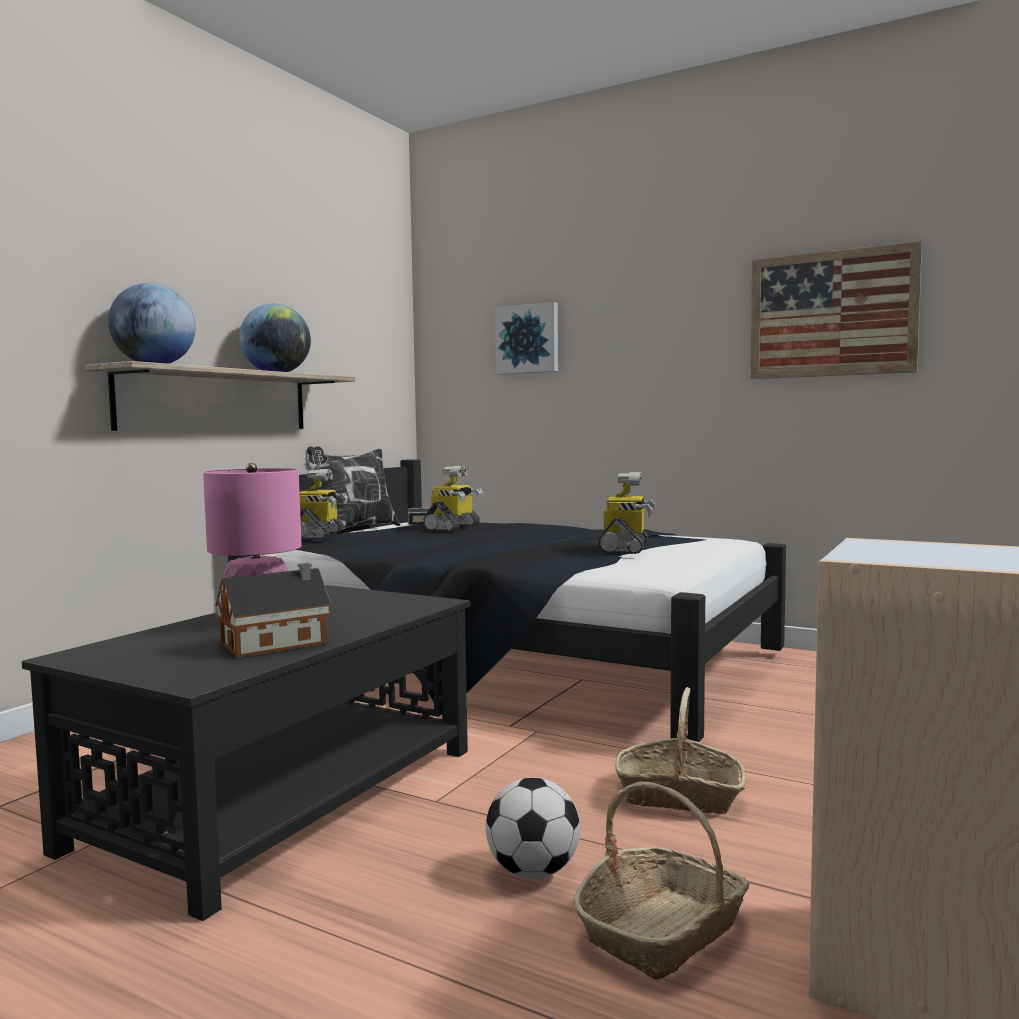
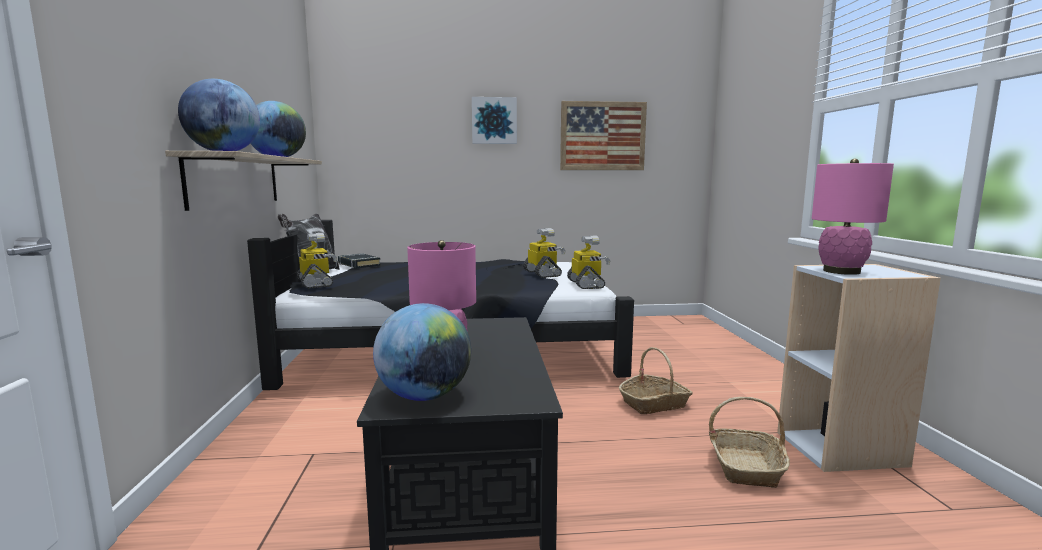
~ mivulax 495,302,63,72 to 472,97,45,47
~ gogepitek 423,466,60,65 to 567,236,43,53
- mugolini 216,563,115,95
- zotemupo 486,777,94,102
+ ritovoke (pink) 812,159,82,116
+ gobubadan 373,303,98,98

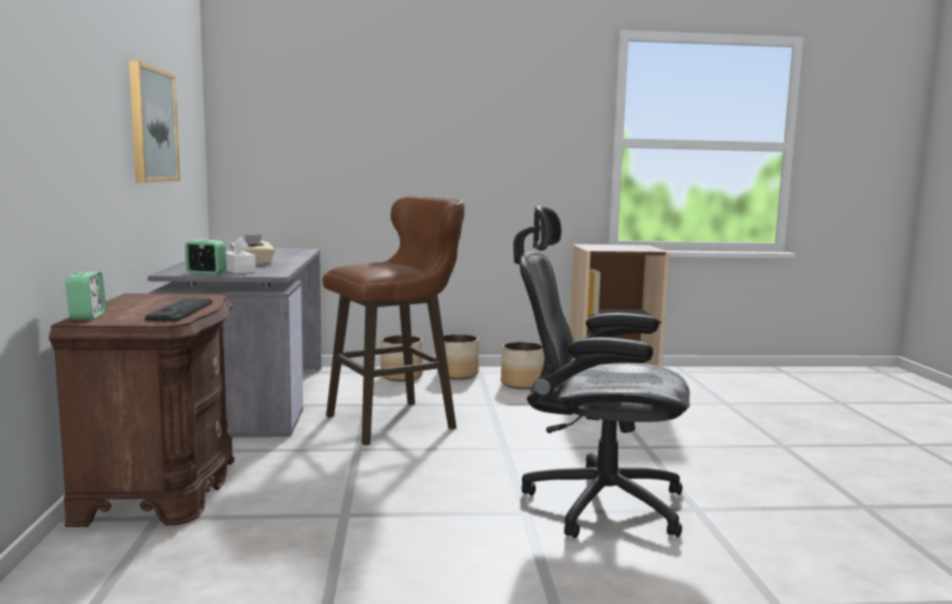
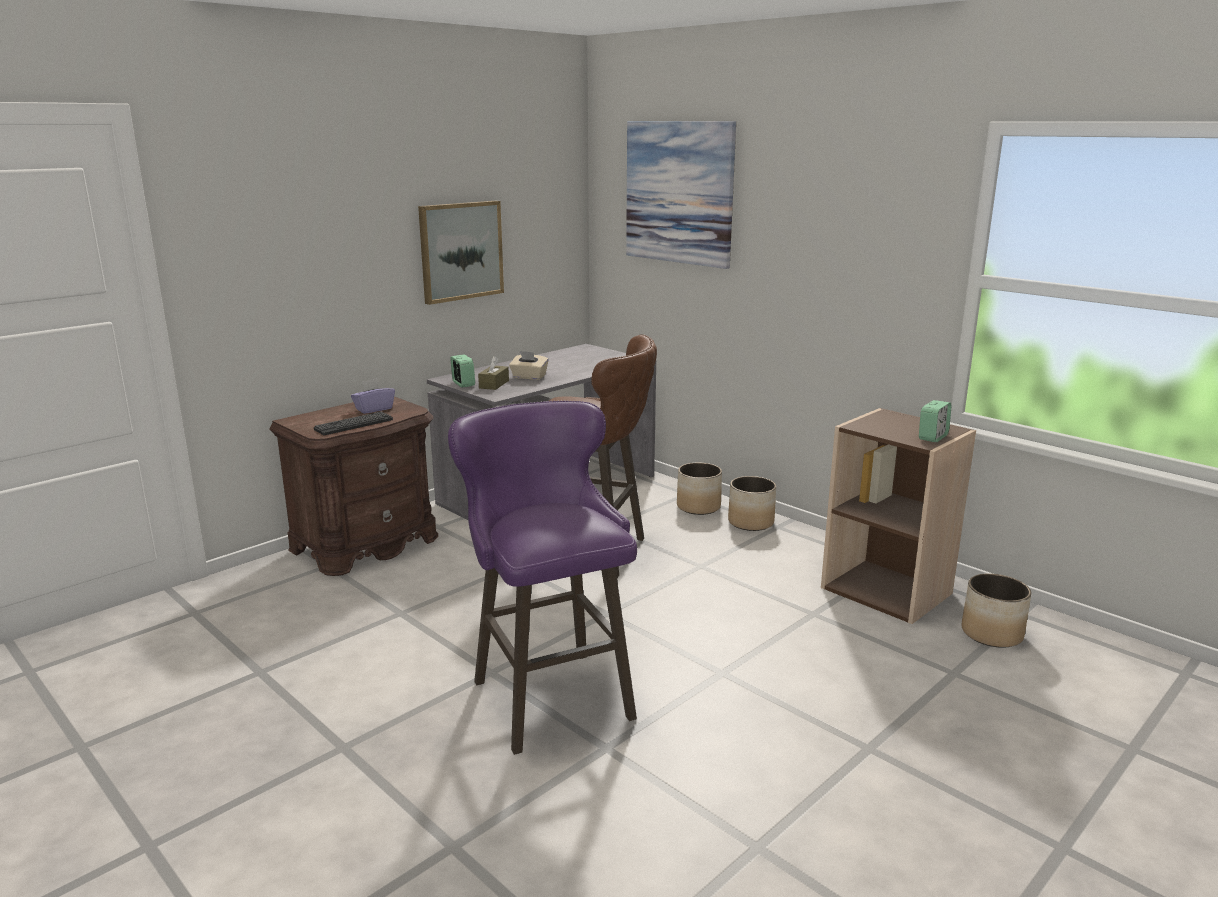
~ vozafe 513,206,177,332 to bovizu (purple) 448,400,189,355
~ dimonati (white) 226,237,30,37 to dimonati (brown) 478,356,31,34
~ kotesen 65,272,41,48 to 919,400,32,42
~ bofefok 501,342,43,47 to 962,573,69,75
+ mivulax 626,121,110,148
+ dimonati (purple) 351,379,44,35

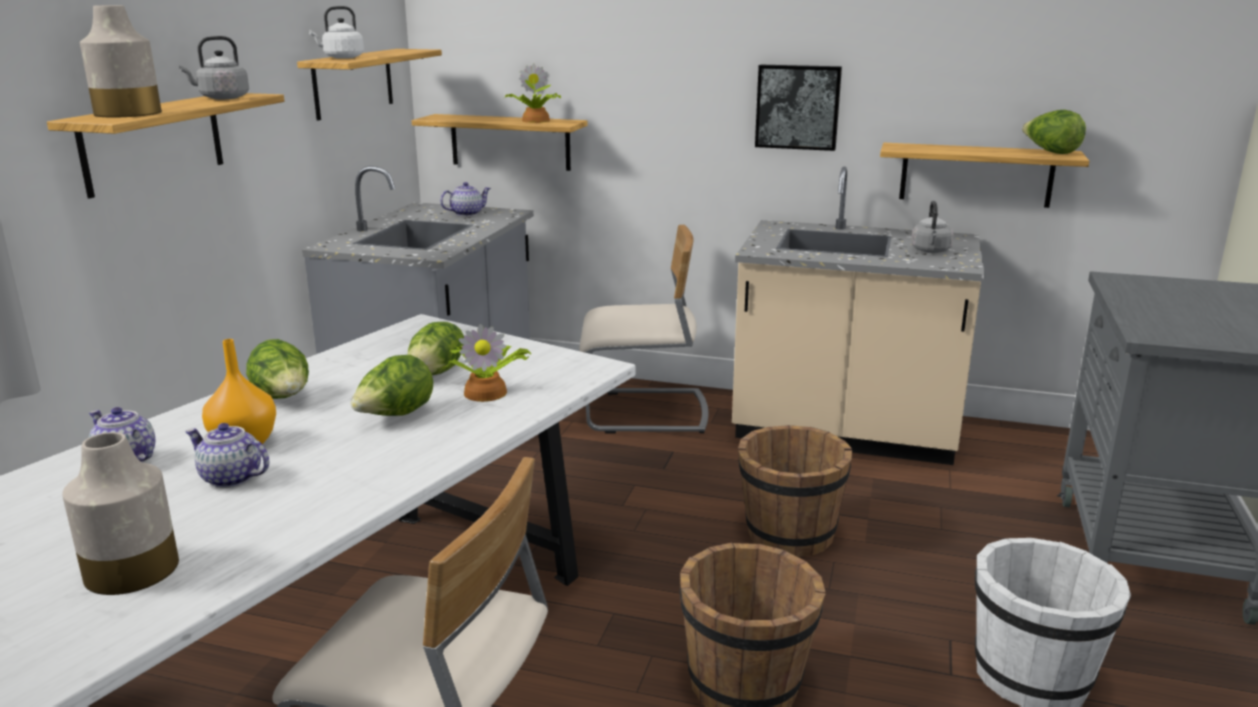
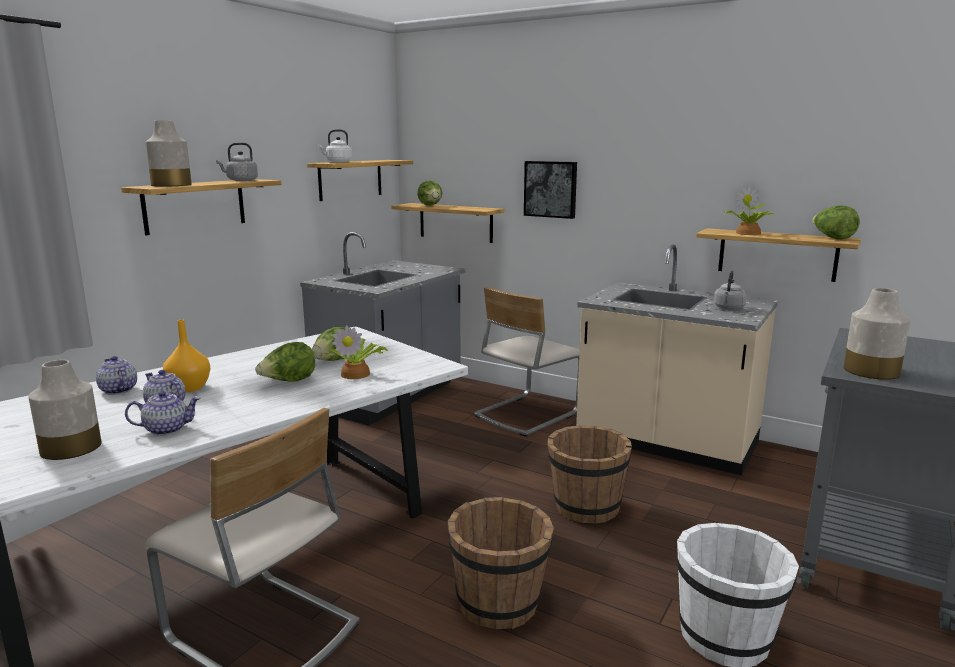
~ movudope 504,63,57,60 to 724,186,49,49
~ mivulax 755,65,87,86 to 524,161,53,58
~ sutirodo 440,182,51,34 to 125,391,75,44
~ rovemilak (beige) 579,225,130,208 = 474,287,106,150 120 degrees clockwise
~ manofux 246,339,63,60 to 417,181,25,25
+ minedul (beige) 843,288,67,92

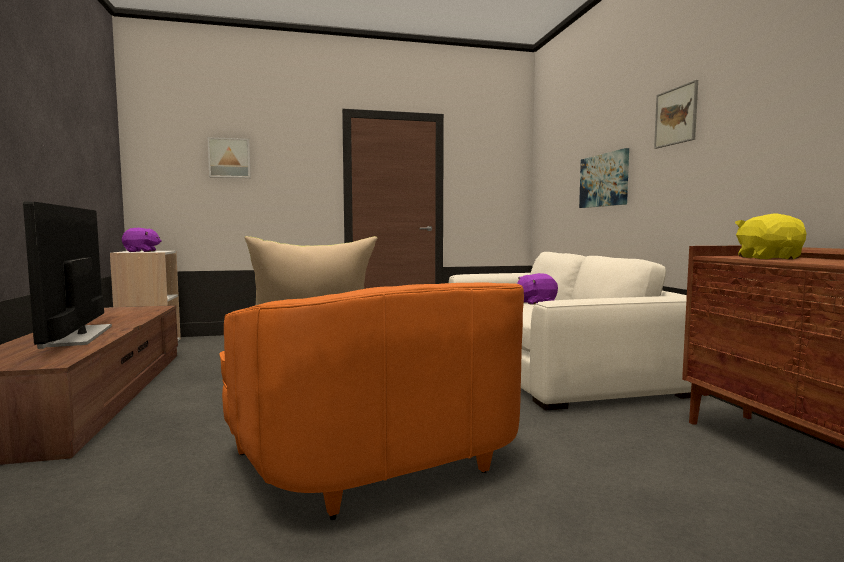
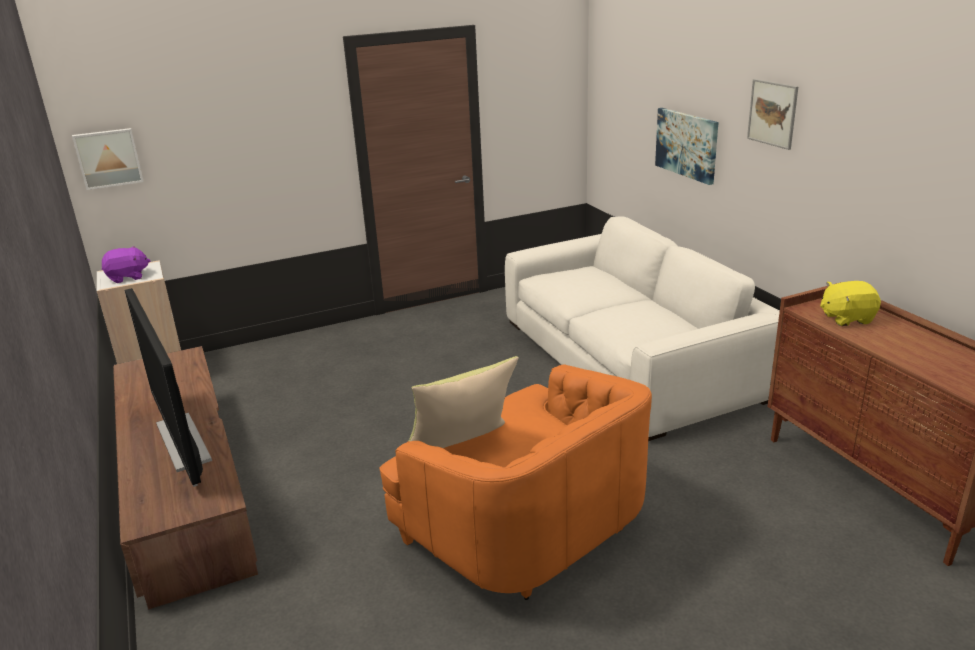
~ mivulax 208,137,43,41 to 72,128,72,62
~ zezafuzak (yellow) 735,214,72,45 = 820,281,61,45 90 degrees counterclockwise
- zezafuzak (purple) 517,273,41,32

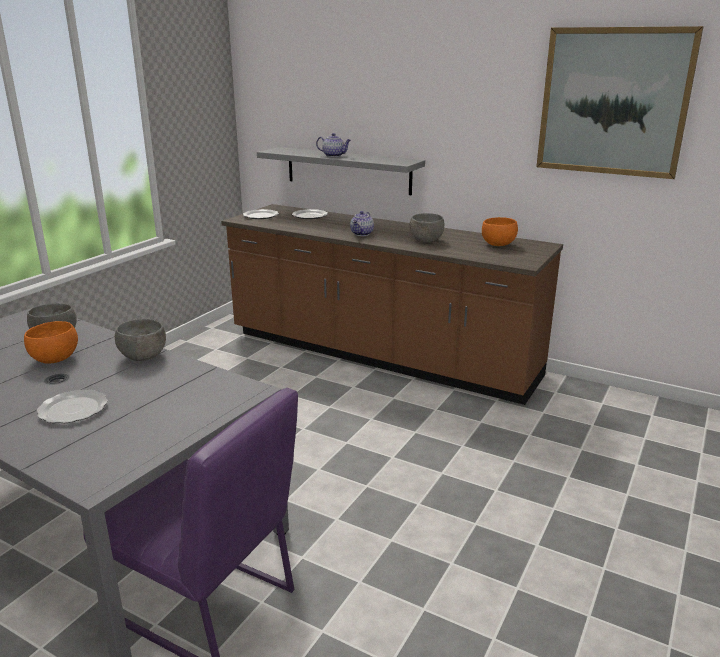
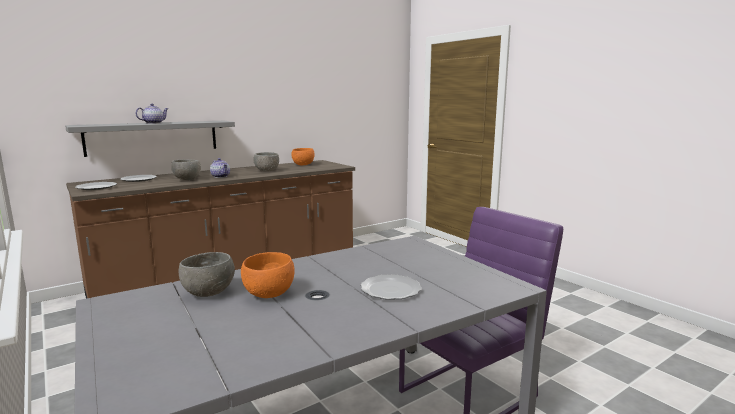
- mivulax 536,26,168,153
~ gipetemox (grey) 115,319,51,42 to 171,160,30,20

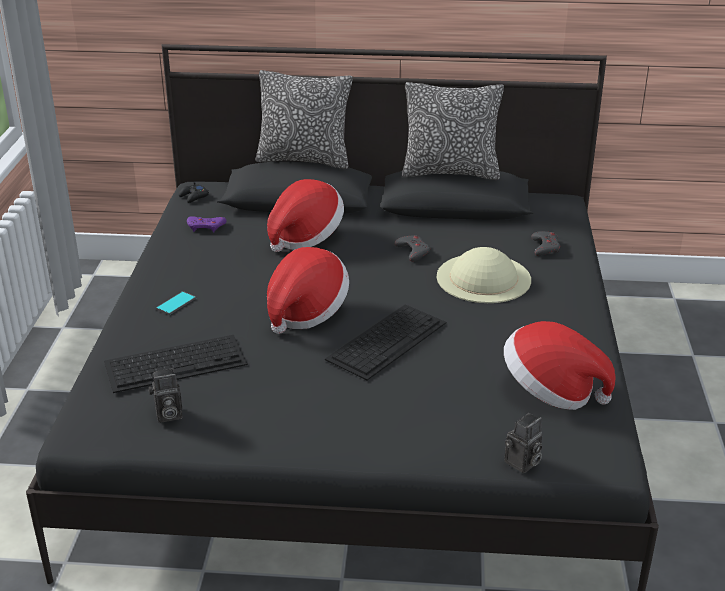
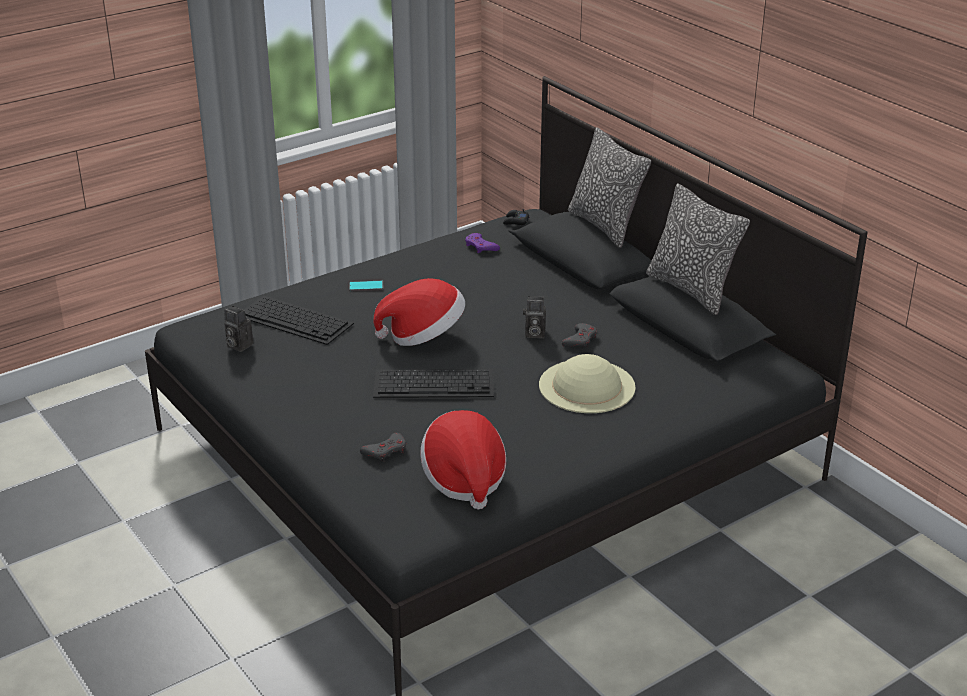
- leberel 267,179,77,73
~ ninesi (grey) 531,231,29,25 to 360,433,46,29
~ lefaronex 504,413,38,60 to 523,296,23,42

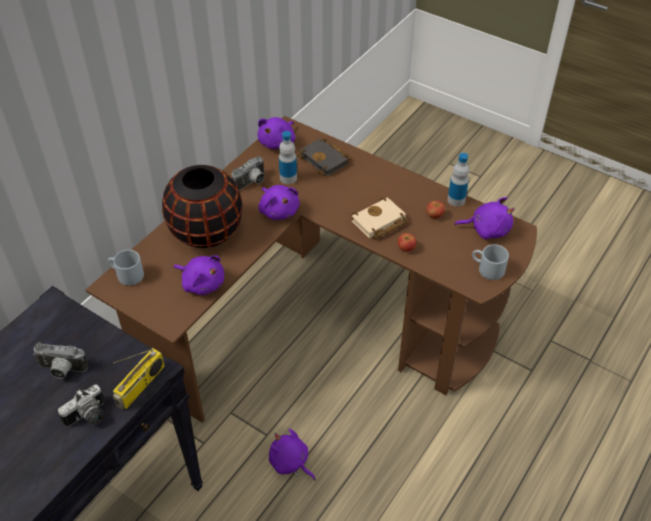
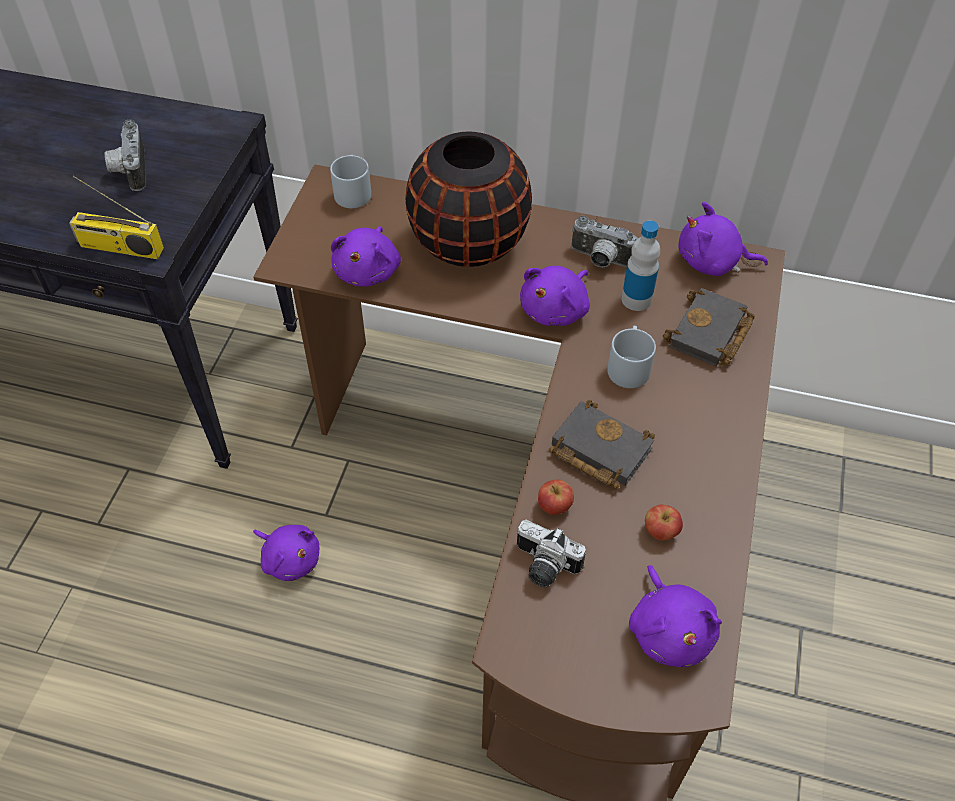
- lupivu 447,153,22,54
~ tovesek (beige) 350,197,58,42 to tovesek (black) 550,400,105,89
~ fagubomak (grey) 472,244,37,36 to 607,326,49,62
~ lefaronex 58,385,46,42 to 517,520,69,67
~ zezafuzak (purple) 269,429,46,51 = 253,525,66,56 105 degrees clockwise

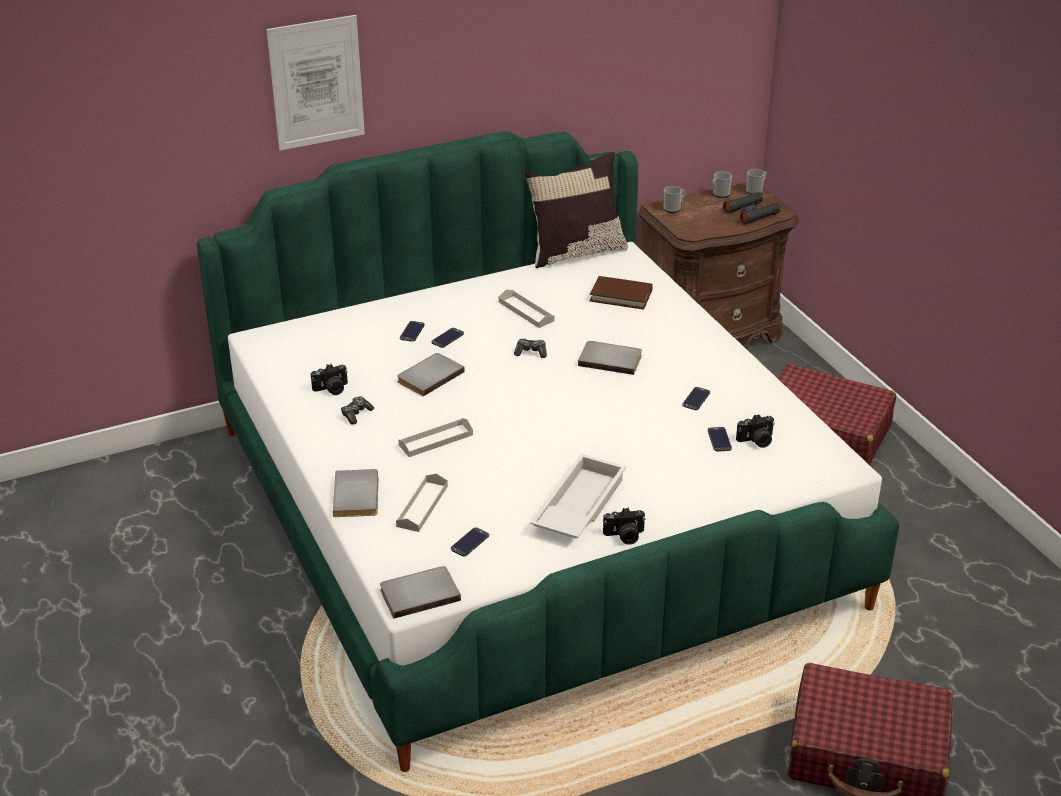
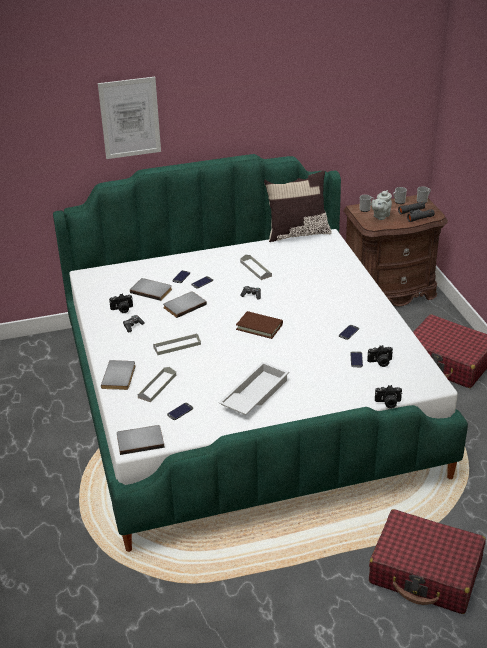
~ tovesek (brown) 590,276,63,34 to 236,311,47,28
~ tovesek (grey) 578,341,64,34 to 130,278,42,23
~ lefaronex 603,507,43,38 to 375,385,27,24
+ sutirodo (grey) 371,190,21,30

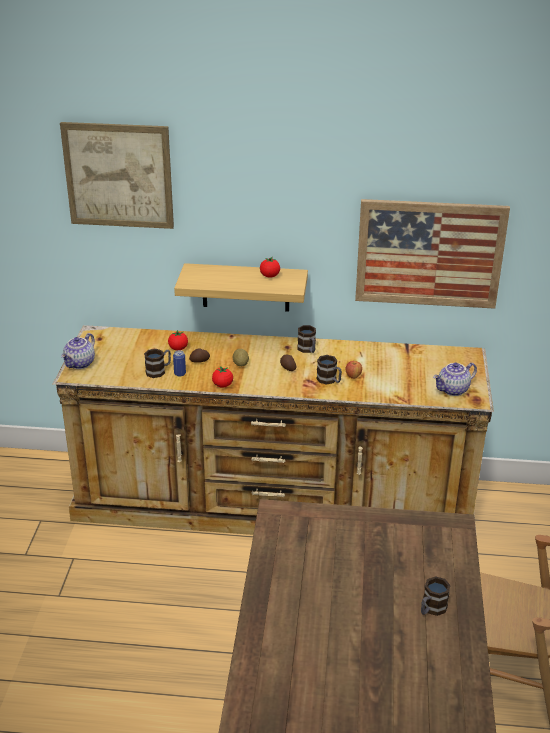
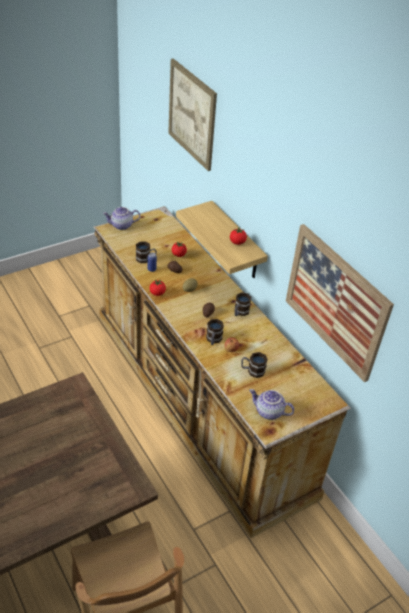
~ fagubomak 421,576,30,40 to 241,352,27,26

